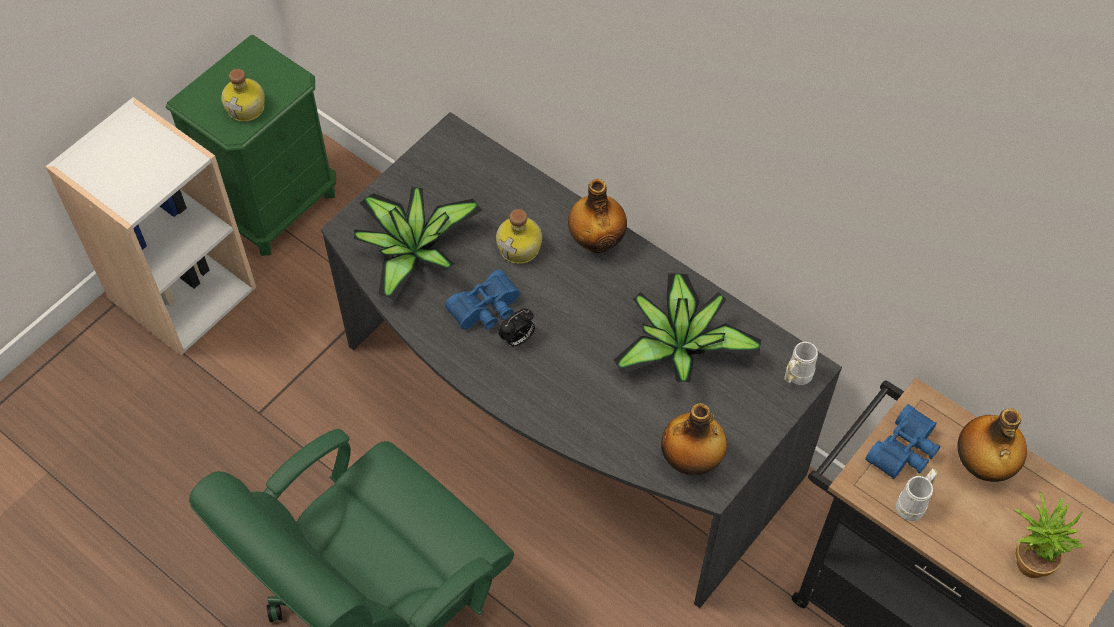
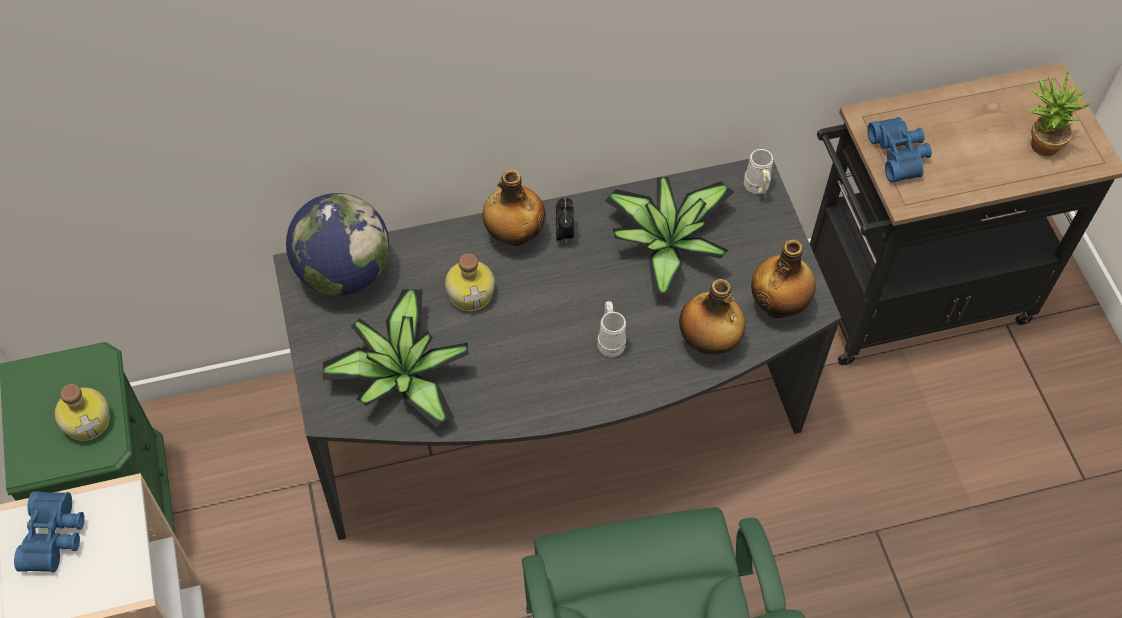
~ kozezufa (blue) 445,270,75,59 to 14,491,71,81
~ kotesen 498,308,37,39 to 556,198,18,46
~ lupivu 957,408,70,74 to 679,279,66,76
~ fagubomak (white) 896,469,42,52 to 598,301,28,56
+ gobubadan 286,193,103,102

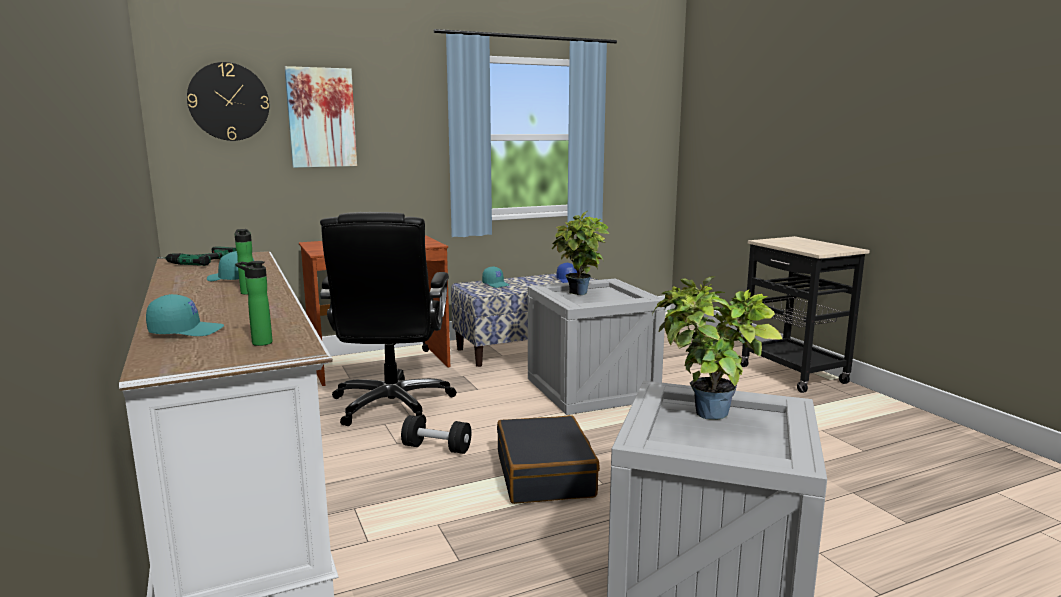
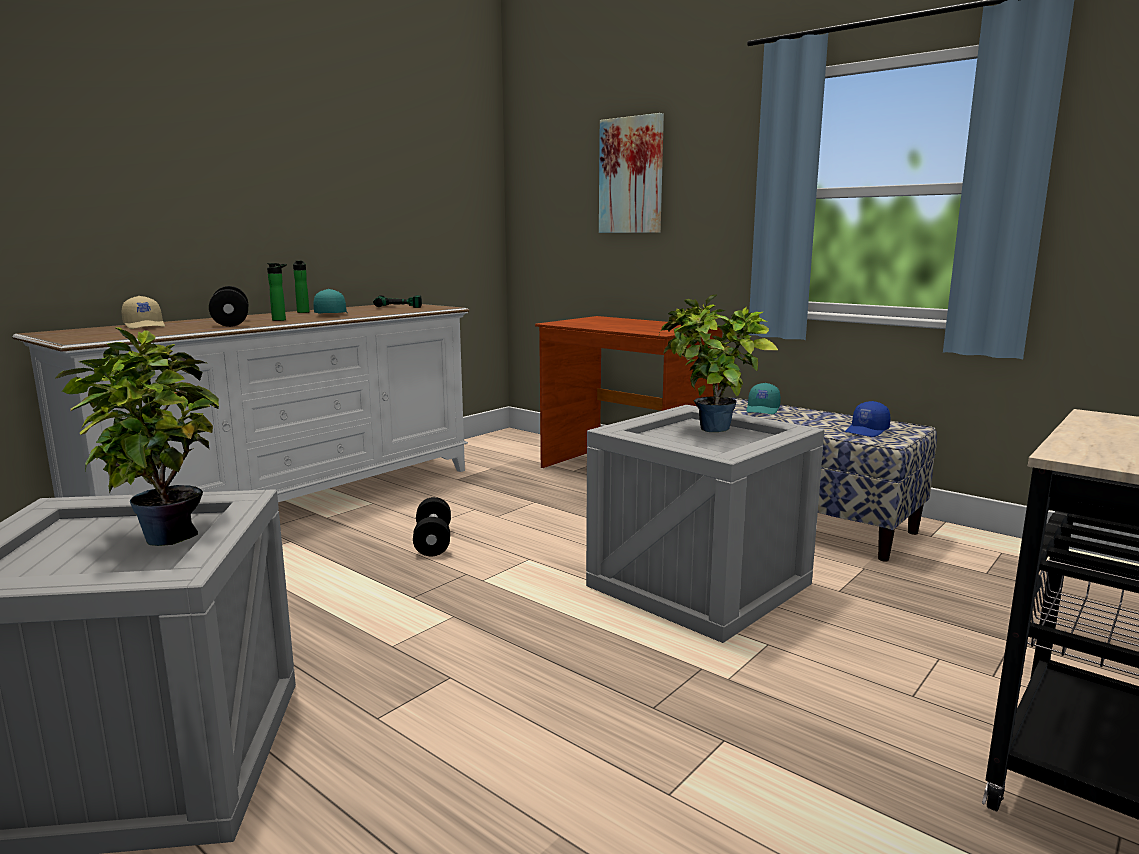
- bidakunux 187,62,82,79
- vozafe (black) 320,212,137,214
~ lupivu 235,261,38,85 to 293,261,17,52
~ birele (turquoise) 146,294,78,42 to birele (beige) 121,296,44,33
- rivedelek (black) 497,415,103,89
+ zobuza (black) 209,286,39,41

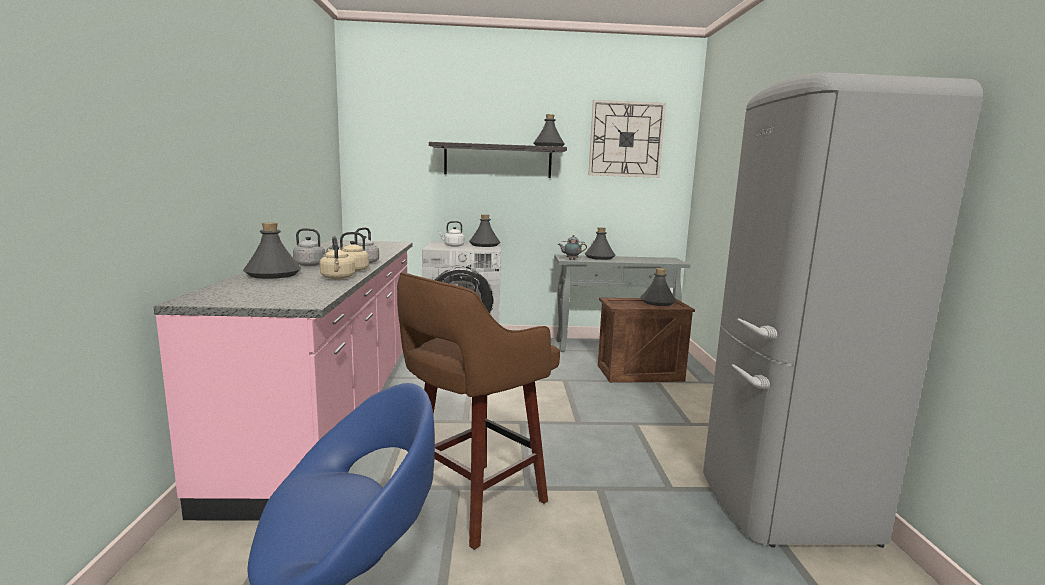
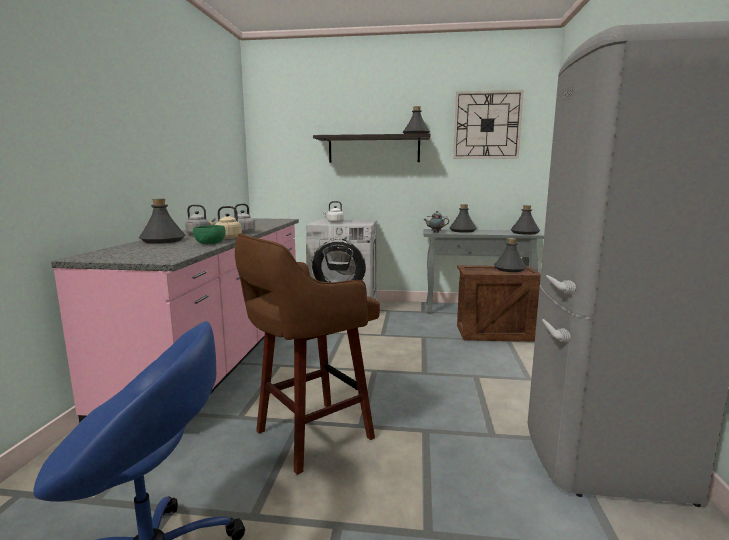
~ lupivu (grey) 469,214,31,33 to 511,205,29,30
~ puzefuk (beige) 320,236,35,43 to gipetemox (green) 193,225,33,19

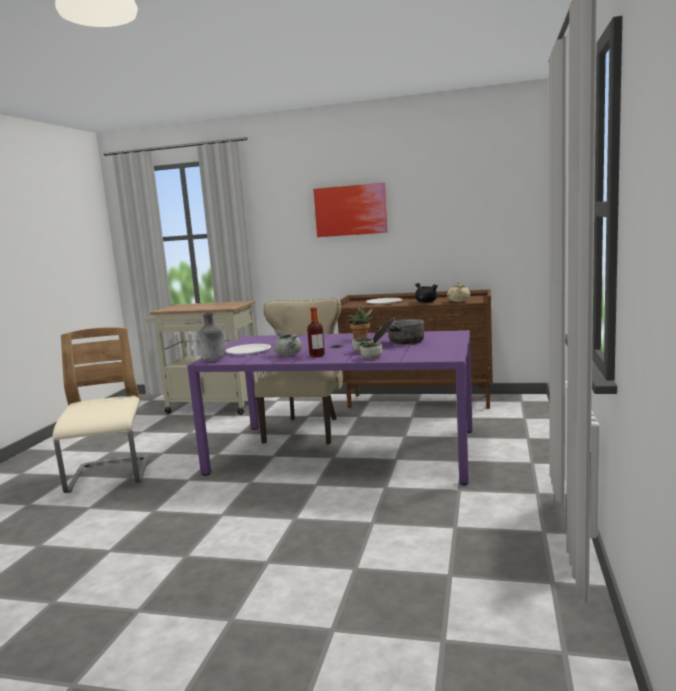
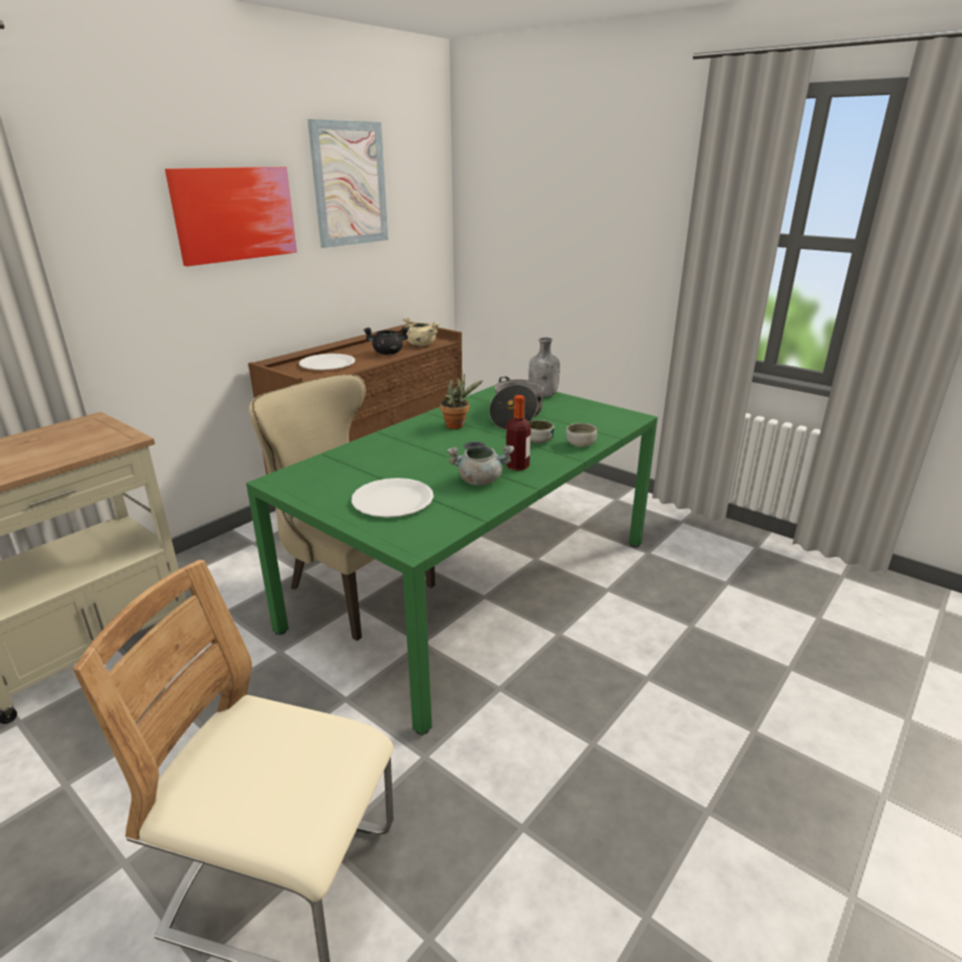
~ lupivu (grey) 198,313,27,48 to 529,337,31,60
~ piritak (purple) 187,330,286,155 to piritak (green) 246,385,412,351
+ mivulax 308,119,80,129

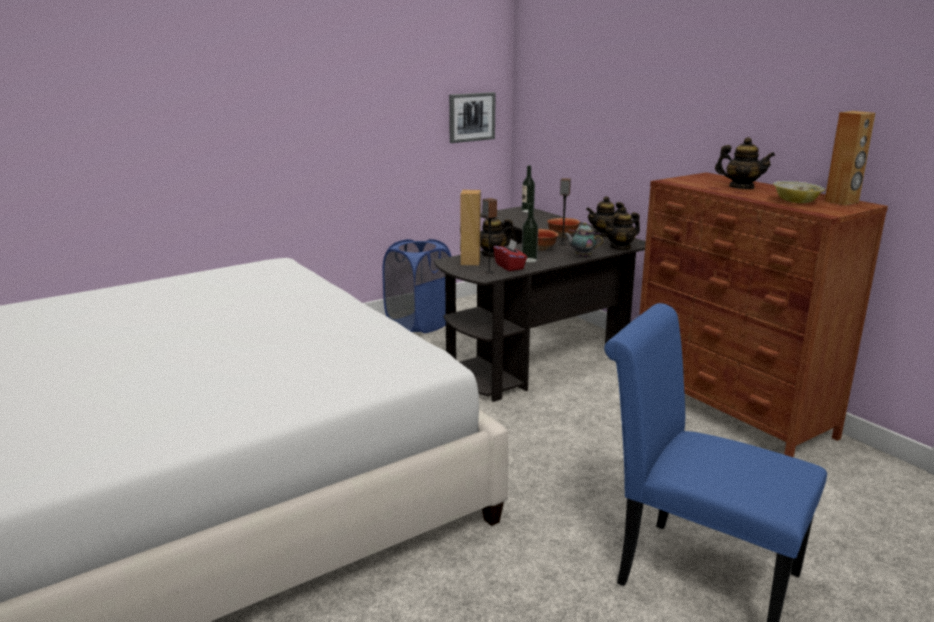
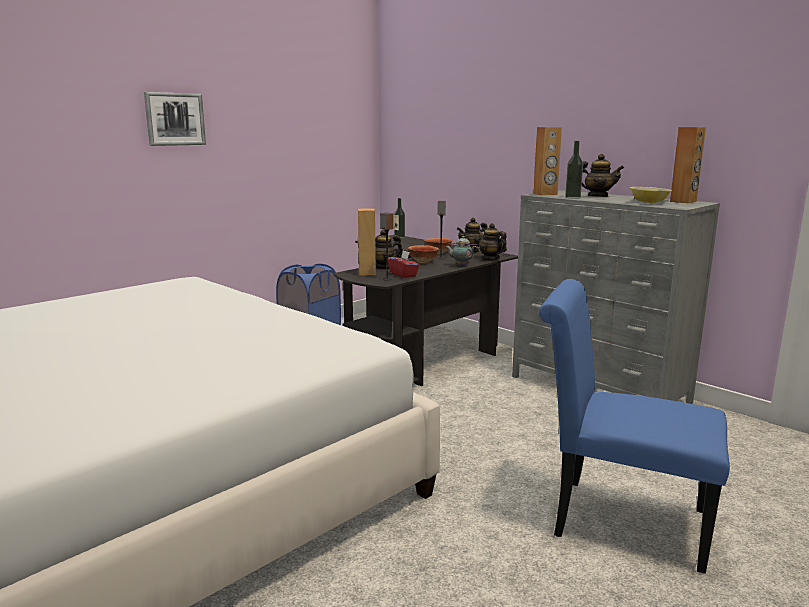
~ mivulax 449,92,47,51 to 144,92,62,54
~ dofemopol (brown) 639,172,249,285 to dofemopol (grey) 512,190,208,214
~ lupivu 522,203,16,60 to 565,141,18,58
~ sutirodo 604,207,36,44 = 478,223,29,38 90 degrees clockwise
+ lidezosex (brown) 533,127,29,69

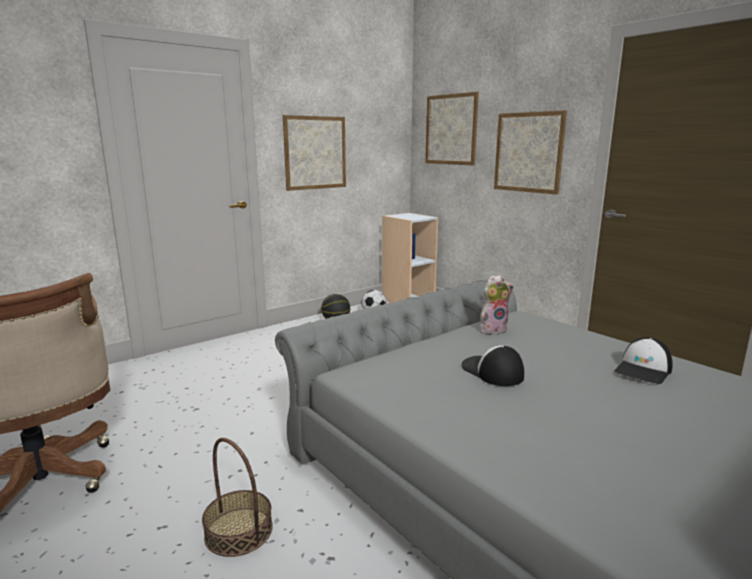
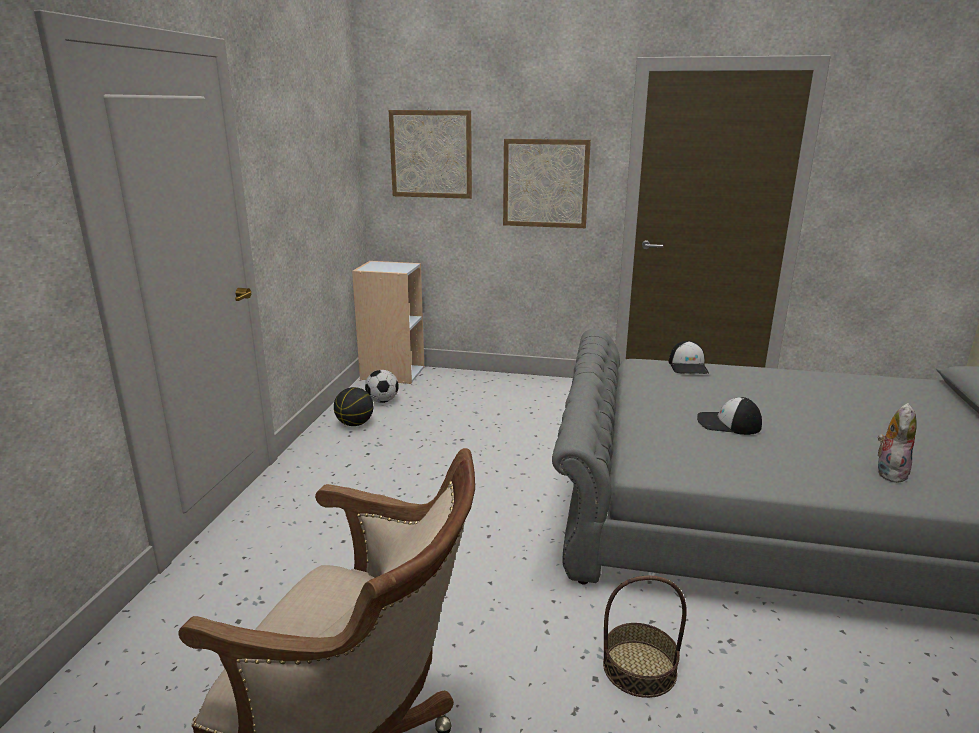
- mivulax 283,115,63,76
~ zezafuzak 479,275,35,60 to 878,403,39,80
~ birele 614,337,59,47 to 669,341,40,33

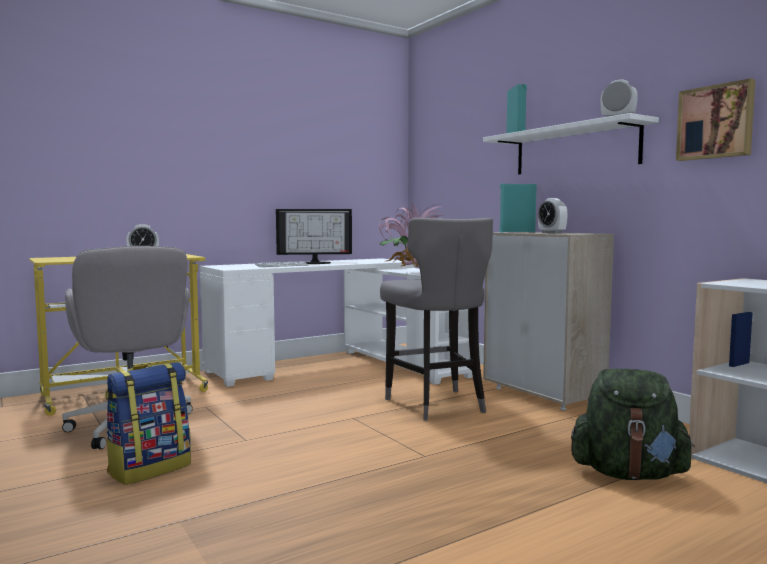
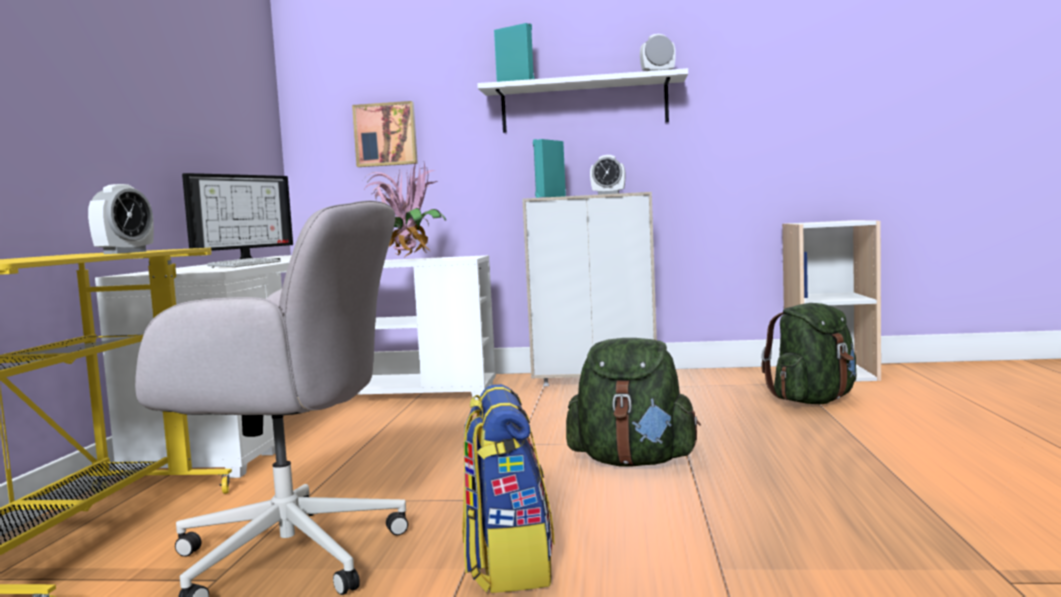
~ mivulax 676,78,79,83 to 352,101,66,66
- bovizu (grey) 380,218,113,203
+ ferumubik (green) 566,338,135,129

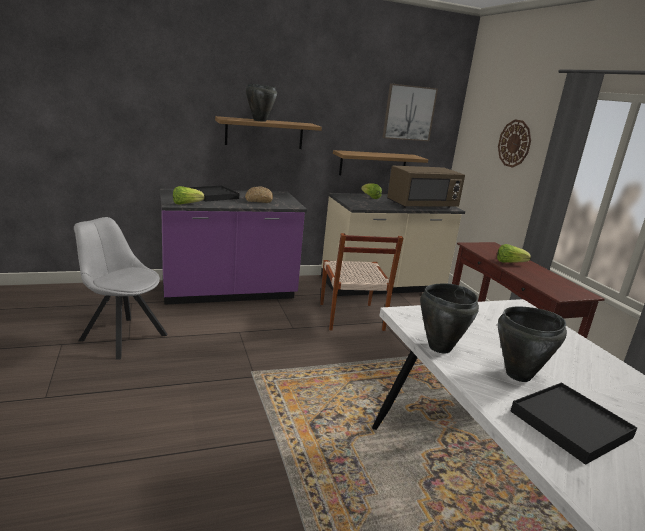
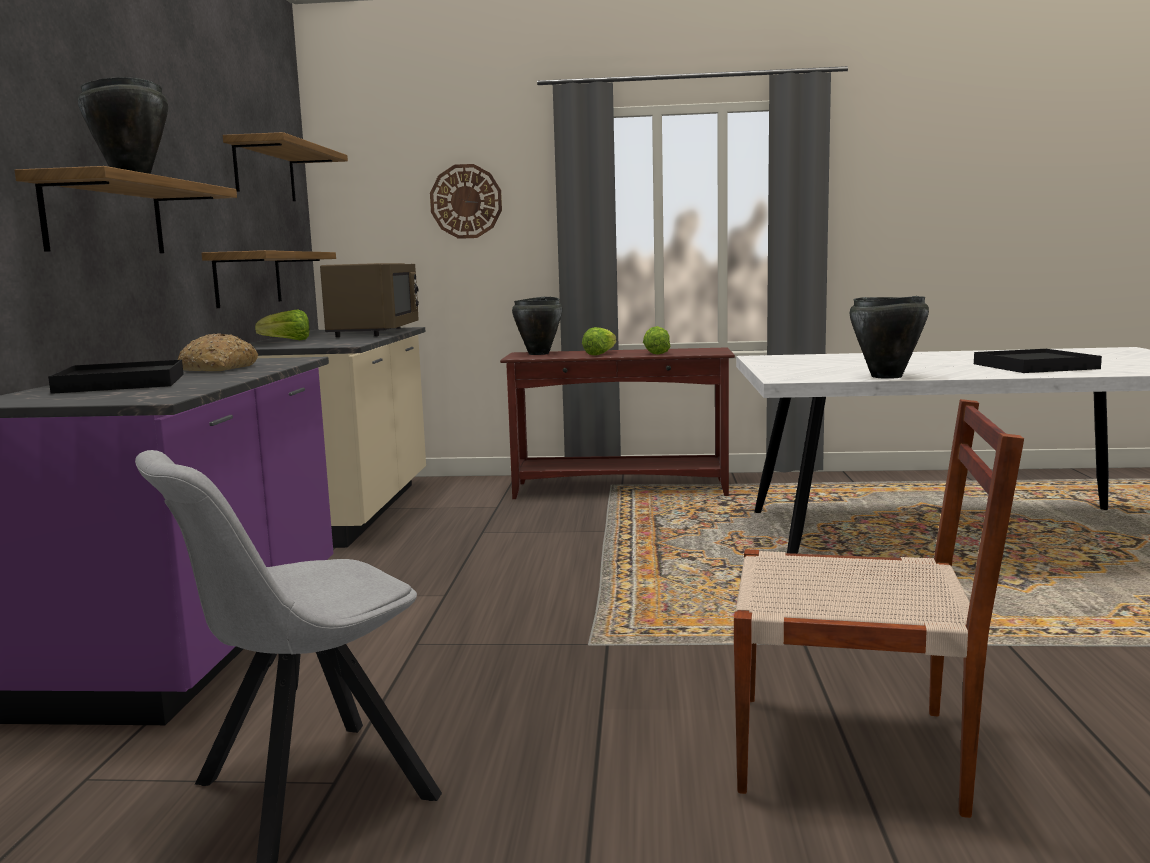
~ mivulax 383,83,55,58 to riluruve 223,132,125,69
~ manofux 173,186,32,19 to 643,326,28,29
~ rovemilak 320,233,83,98 to 734,399,290,419
~ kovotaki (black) 498,306,69,76 to 512,297,50,58

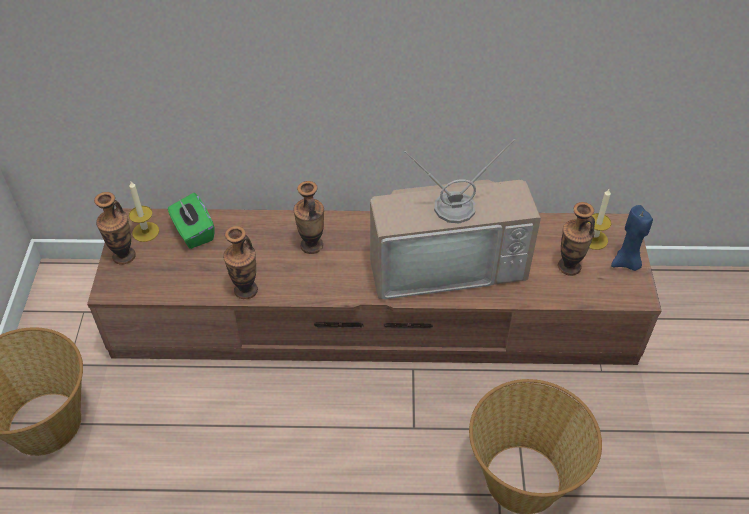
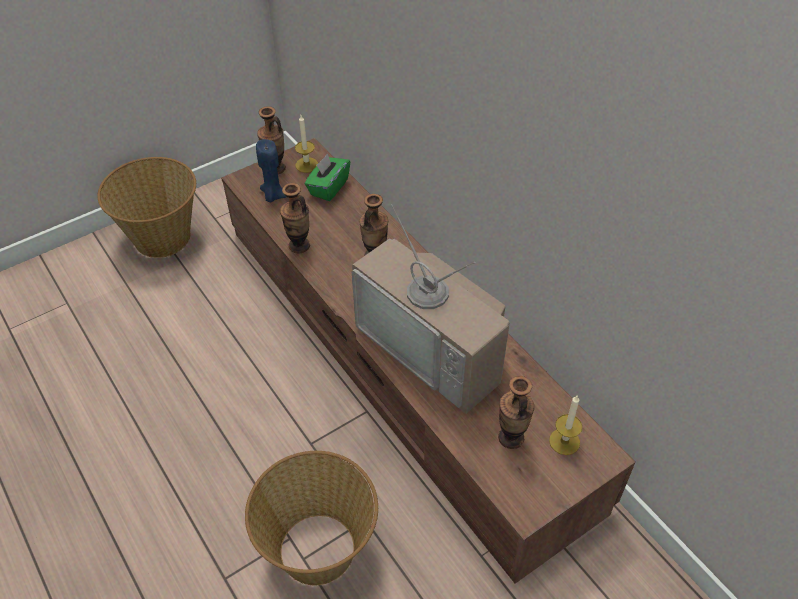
~ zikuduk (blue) 611,205,42,66 to 256,139,30,63

